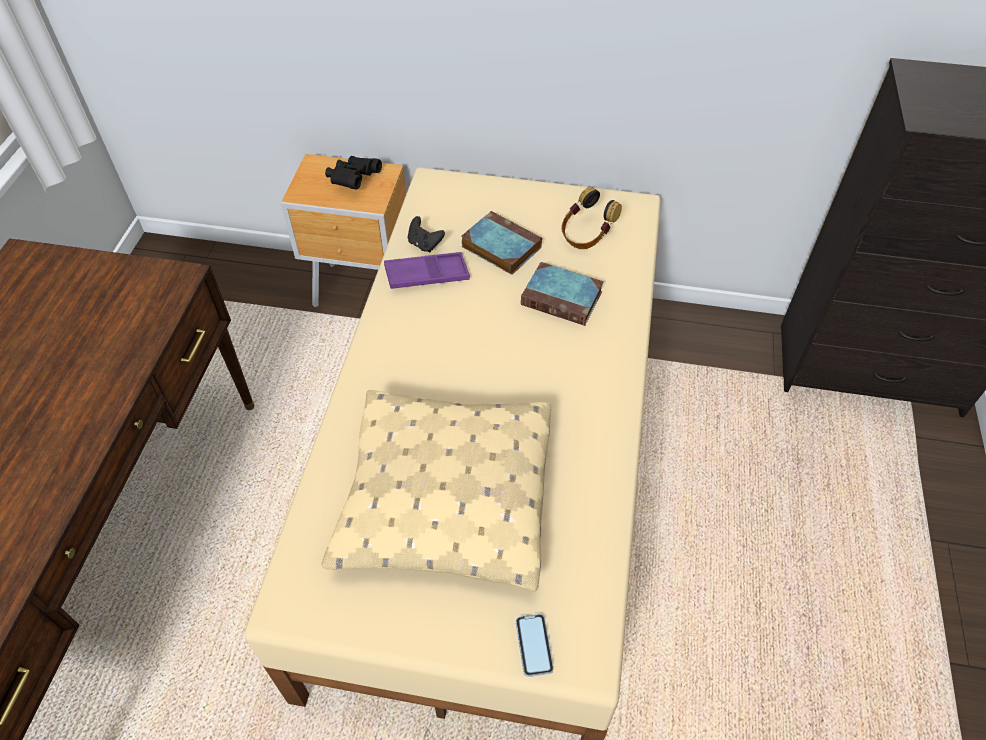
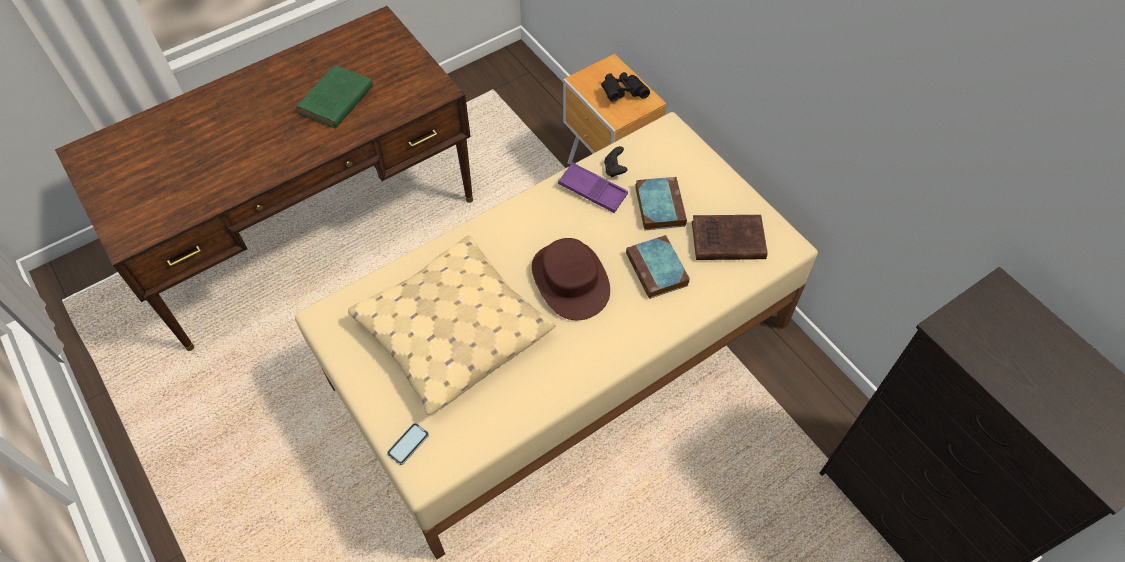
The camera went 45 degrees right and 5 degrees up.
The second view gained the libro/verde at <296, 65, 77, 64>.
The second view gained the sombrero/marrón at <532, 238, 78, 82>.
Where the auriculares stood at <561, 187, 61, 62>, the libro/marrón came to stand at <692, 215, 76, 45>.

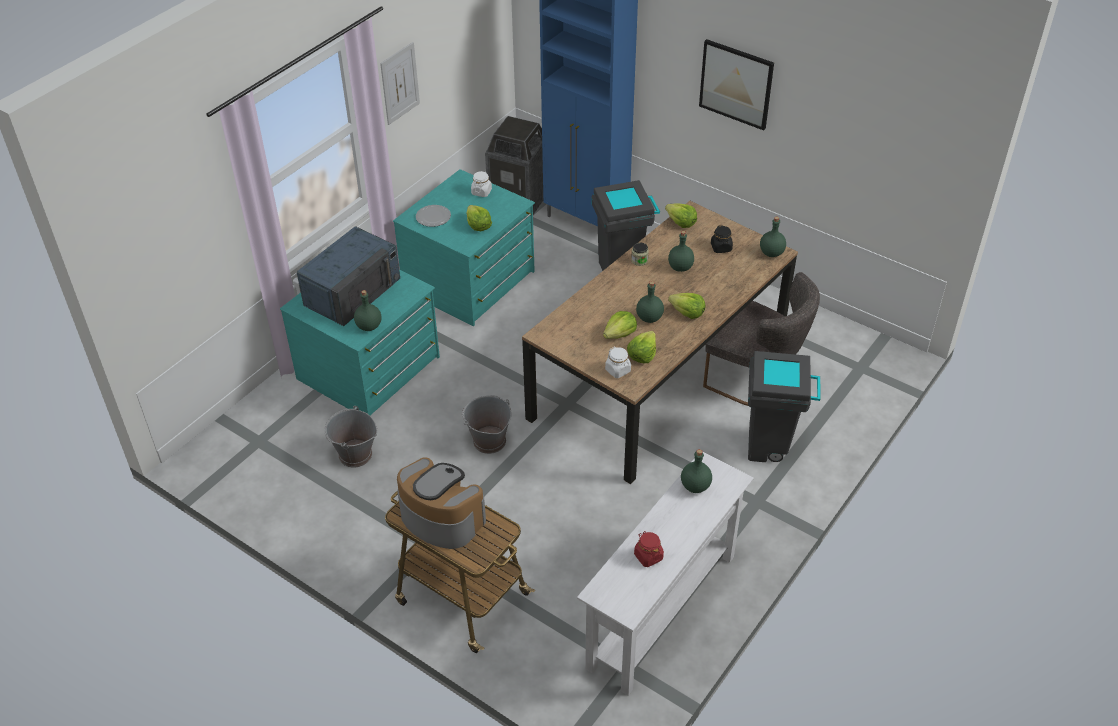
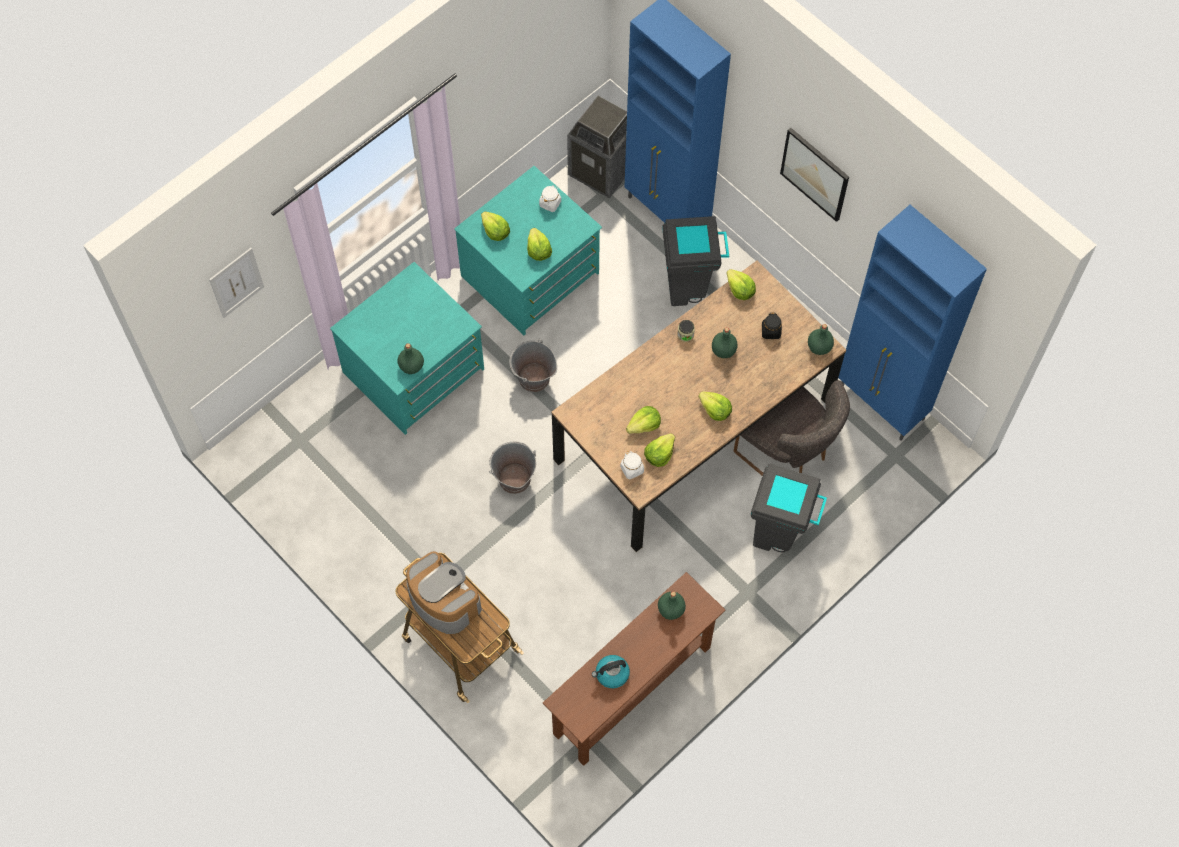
The camera went 10 degrees right and 20 degrees up.
The second view lost the microondas/azul at <297, 226, 103, 100>.
The second view lost the botella/verde at <636, 281, 28, 42>.
The second view gained the armario/azul at <838, 205, 149, 236>.
The cubo/gris ended up elsewhere, having gone from <324, 406, 53, 61> to <509, 339, 48, 53>.
The cuadro ended up elsewhere, having gone from <380, 42, 40, 83> to <209, 248, 55, 70>.
Where the plato stood at <416, 205, 35, 22>, the lechuga came to stand at <481, 212, 29, 29>.
Where the tarro/rojo stood at <634, 531, 30, 36>, the hervidor came to stand at <592, 655, 38, 33>.
What was the mesa consola/blanco at <577, 451, 177, 245> turned into the mesa consola/marrón at <543, 572, 182, 194>.

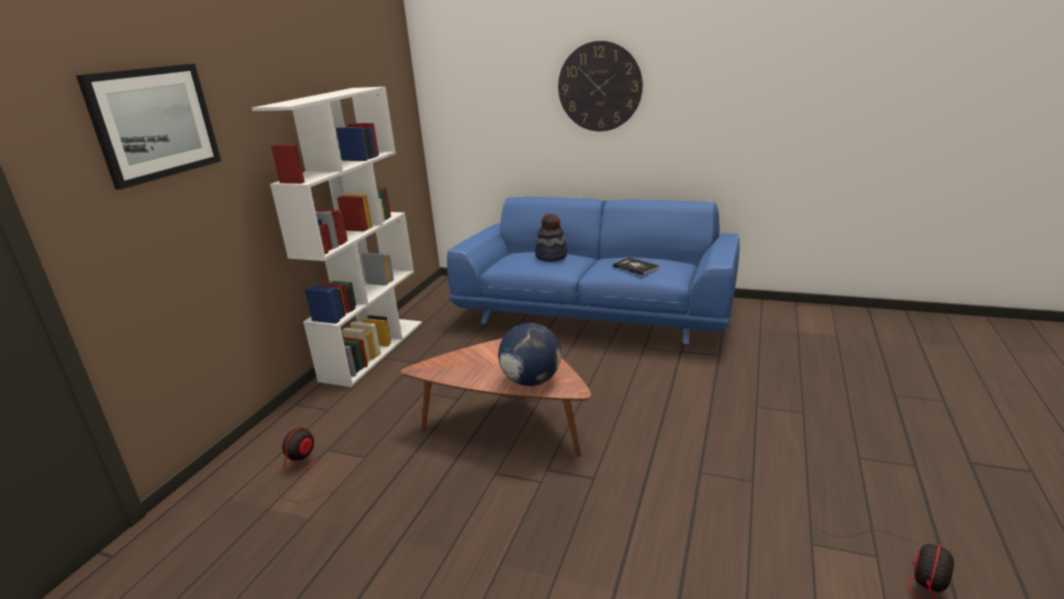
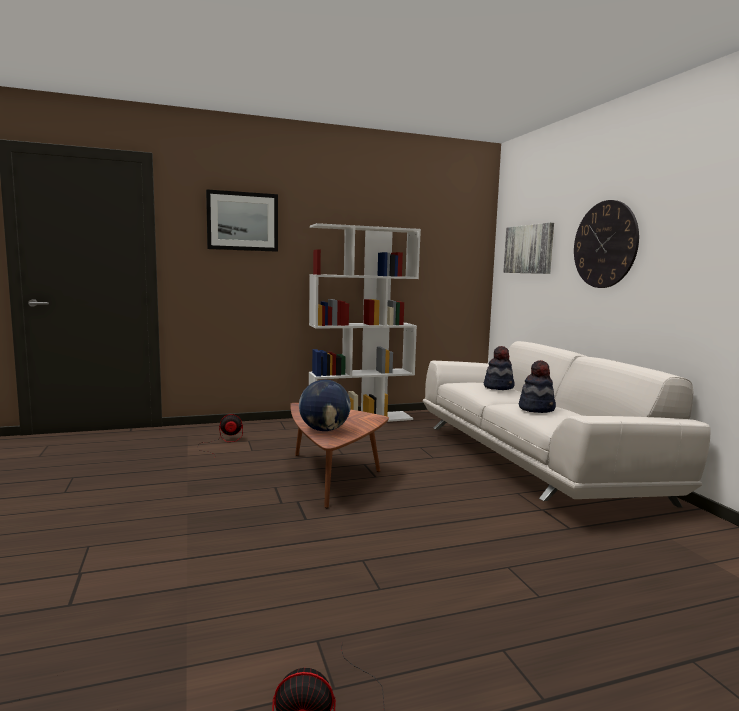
The camera went 50 degrees right and 15 degrees down.
The second view gained the cuadro at <503, 223, 51, 51>.
Where the libro stood at <612, 257, 48, 19>, the sombrero came to stand at <519, 360, 37, 53>.
What was the sofá/azul at <447, 197, 293, 147> turned into the sofá/blanco at <423, 341, 288, 166>.

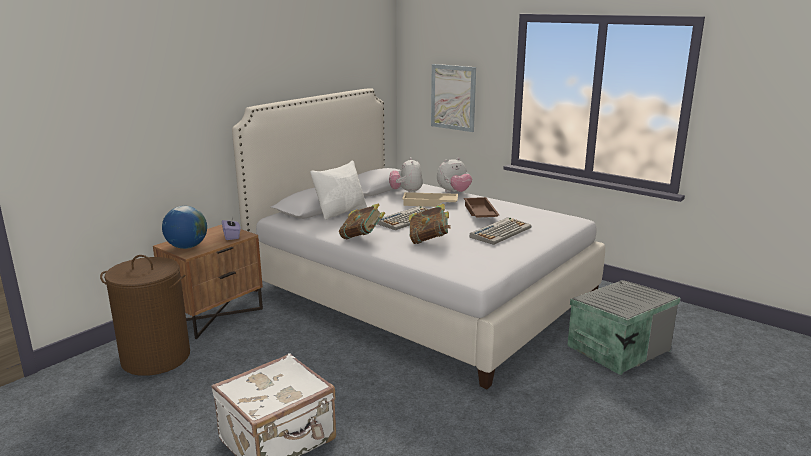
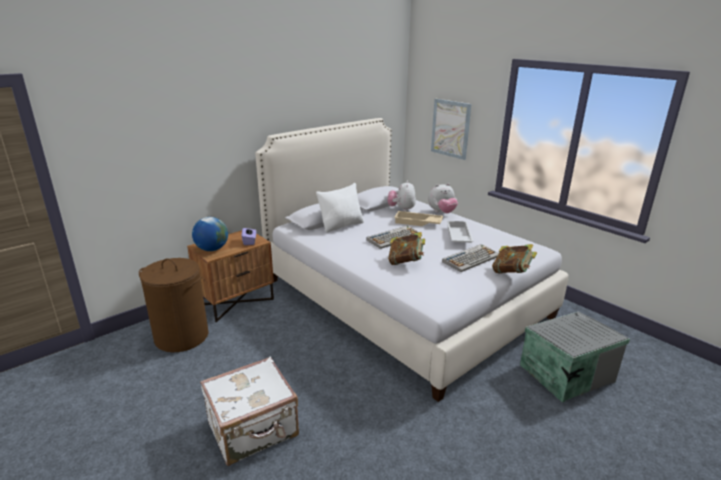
The camera went 10 degrees right and 5 degrees up.
The libro ended up elsewhere, having gone from <339, 203, 46, 36> to <492, 244, 45, 30>.
What was the bandeja/marrón at <464, 197, 35, 21> turned into the bandeja/blanco at <447, 221, 26, 22>.

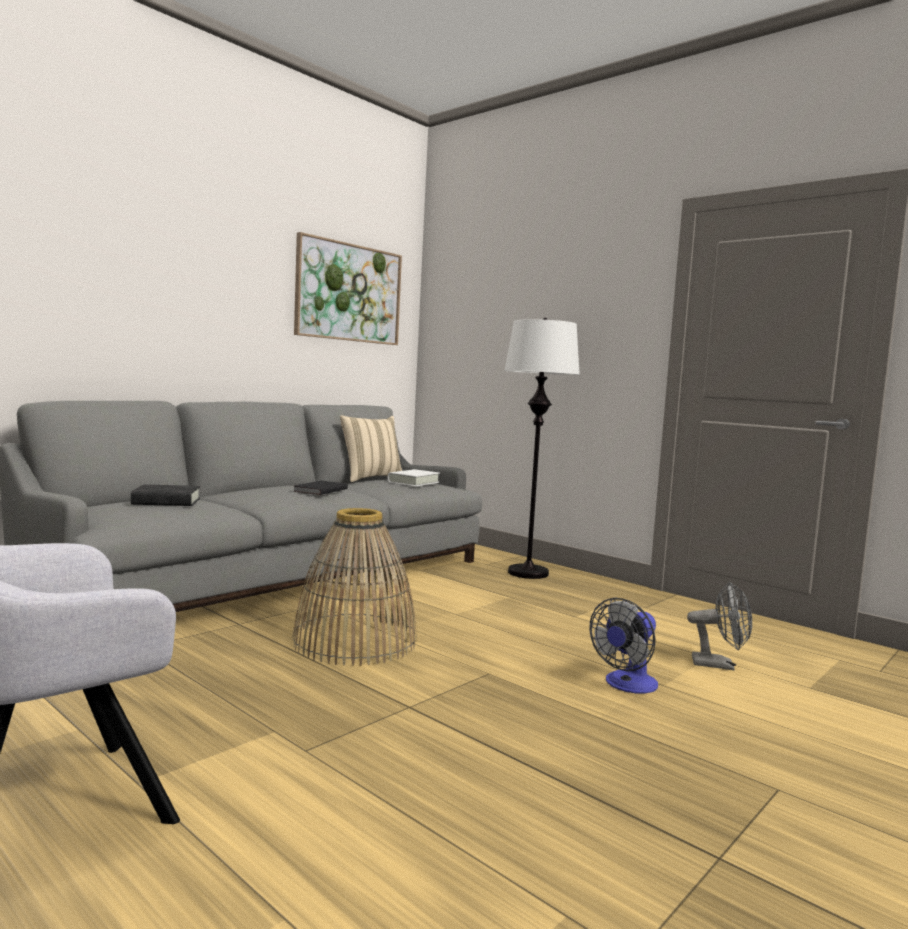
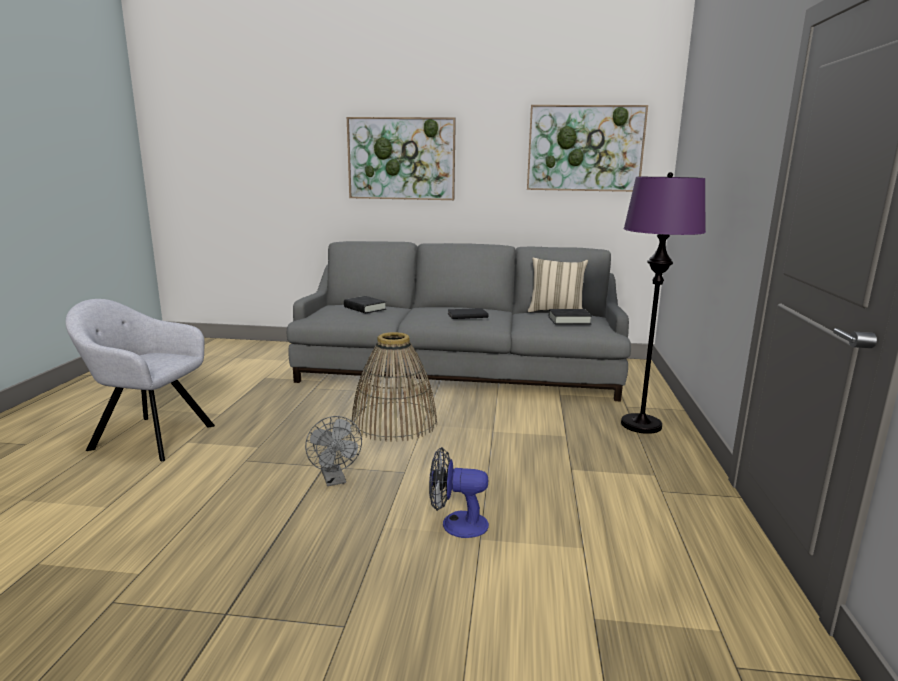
The camera went 55 degrees right and 10 degrees up.
The second view gained the cuadro at <347, 117, 109, 83>.
The ventilador/gris ended up elsewhere, having gone from <687, 582, 65, 88> to <305, 416, 57, 70>.
What was the libro/blanco at <388, 469, 52, 18> turned into the libro/negro at <549, 309, 43, 15>.
What was the lámpara de pie/blanco at <504, 318, 76, 261> turned into the lámpara de pie/morado at <621, 172, 85, 262>.

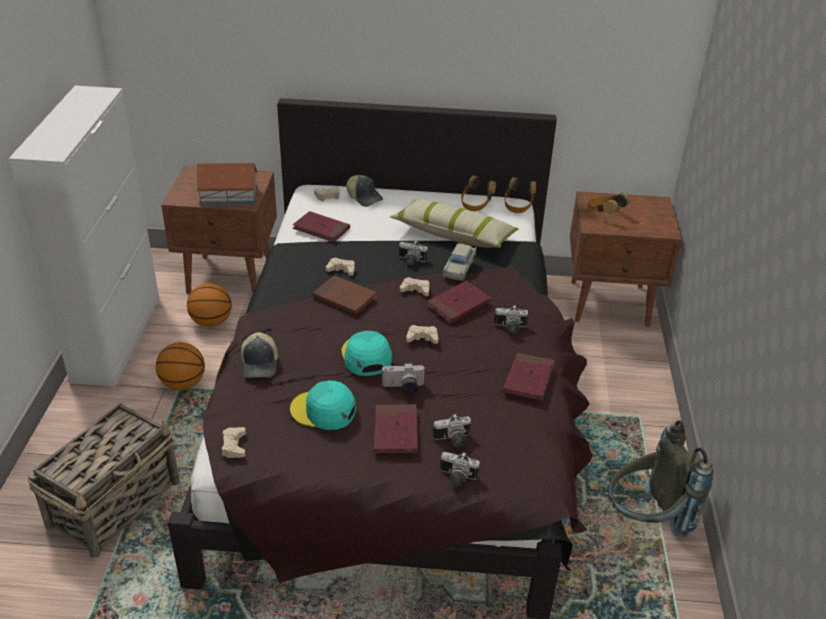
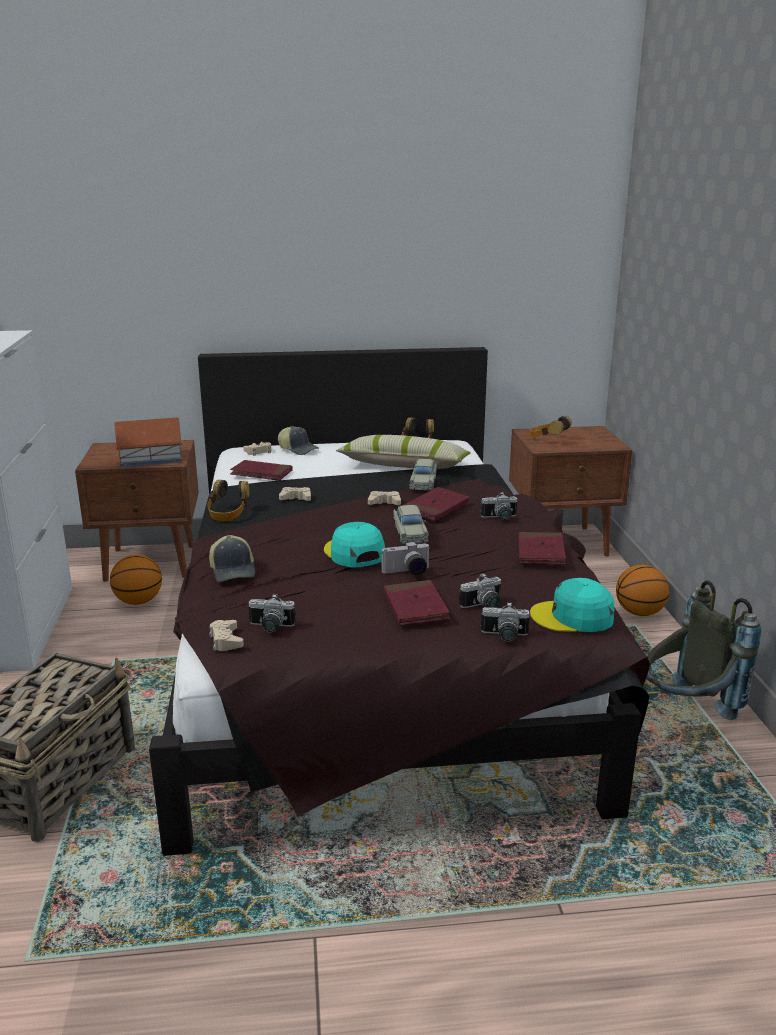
The camera went 10 degrees left and 15 degrees down.
The second view lost the libro/marrón at <313, 275, 64, 39>.
The balón de baloncesto ended up elsewhere, having gone from <156, 342, 49, 48> to <616, 565, 53, 51>.
The gorra/turquesa ended up elsewhere, having gone from <290, 381, 66, 49> to <530, 578, 84, 54>.
The cámara ended up elsewhere, having gone from <399, 240, 29, 25> to <249, 594, 47, 39>.
The auriculares ended up elsewhere, having gone from <504, 177, 32, 36> to <207, 480, 42, 42>.
Where the mando de consola/beis stood at <406, 325, 32, 19>, the coche de juguete/beis came to stand at <393, 505, 36, 39>.

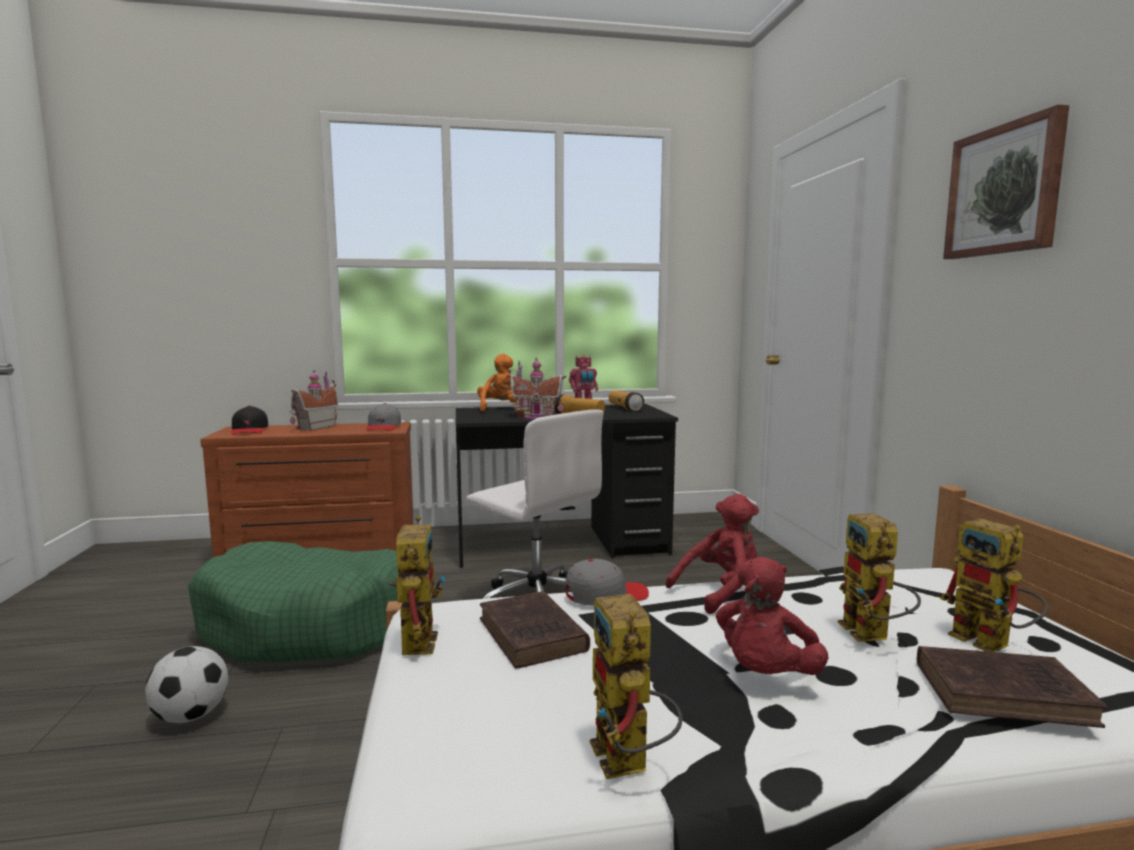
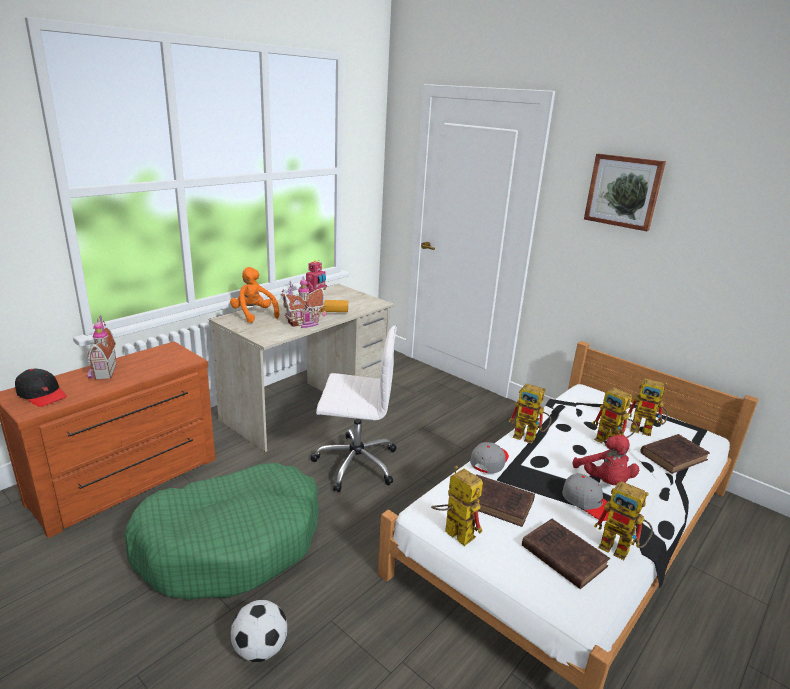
The camera went 40 degrees left and 15 degrees up.
The second view lost the linterna at <609, 391, 35, 21>.
The second view gained the libro/marrón at <522, 519, 88, 70>.
The gorra/gris ended up elsewhere, having gone from <366, 403, 35, 28> to <562, 473, 47, 48>.
Where the peluche/rojo stood at <666, 494, 93, 120>, the robot de juguete came to stand at <509, 384, 42, 60>.
What was the escritorio/negro at <456, 404, 222, 164> turned into the escritorio/beis at <209, 284, 185, 168>.

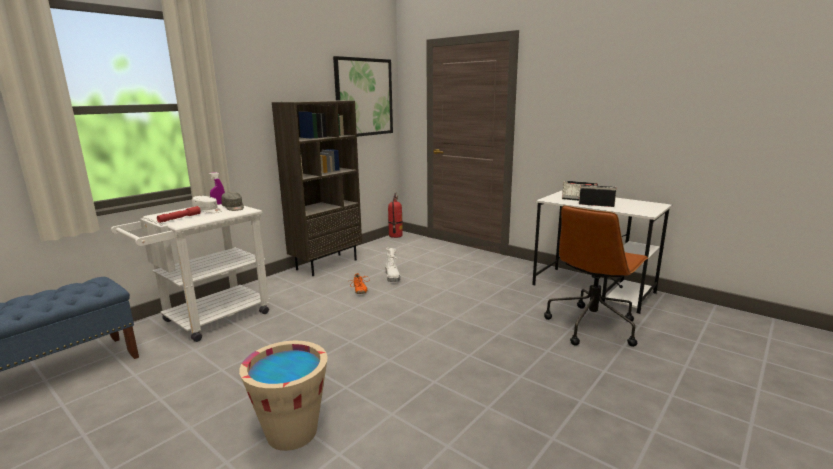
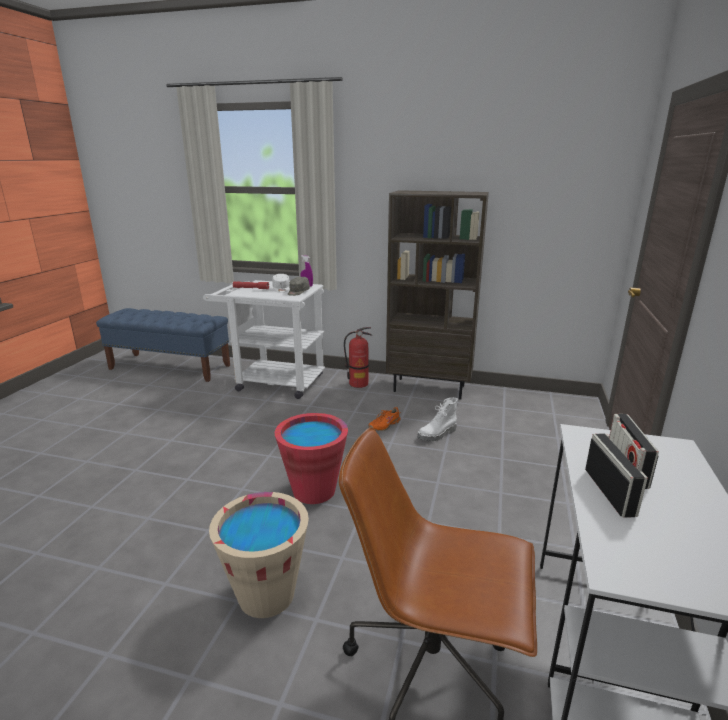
The camera went 65 degrees right and 5 degrees up.
The second view lost the cuadro at <333, 56, 60, 81>.
The second view gained the cubo/rojo at <275, 413, 73, 91>.
The cubo/beis ended up elsewhere, having gone from <239, 341, 89, 110> to <209, 492, 100, 126>.
The extintor ended up elsewhere, having gone from <388, 193, 15, 45> to <344, 327, 28, 61>.

